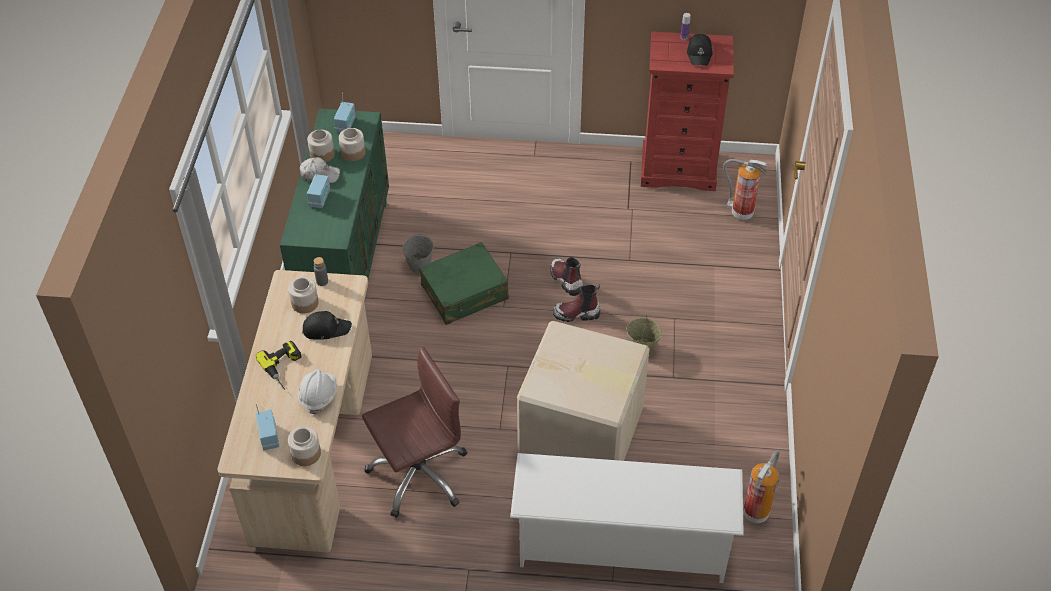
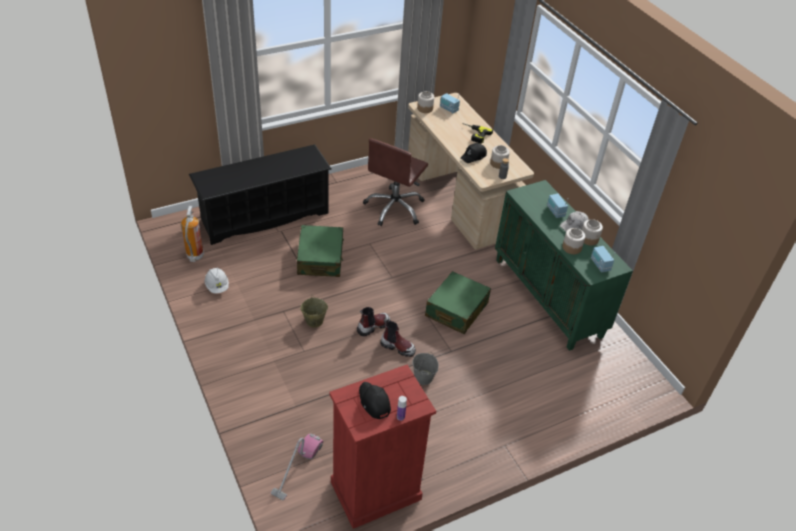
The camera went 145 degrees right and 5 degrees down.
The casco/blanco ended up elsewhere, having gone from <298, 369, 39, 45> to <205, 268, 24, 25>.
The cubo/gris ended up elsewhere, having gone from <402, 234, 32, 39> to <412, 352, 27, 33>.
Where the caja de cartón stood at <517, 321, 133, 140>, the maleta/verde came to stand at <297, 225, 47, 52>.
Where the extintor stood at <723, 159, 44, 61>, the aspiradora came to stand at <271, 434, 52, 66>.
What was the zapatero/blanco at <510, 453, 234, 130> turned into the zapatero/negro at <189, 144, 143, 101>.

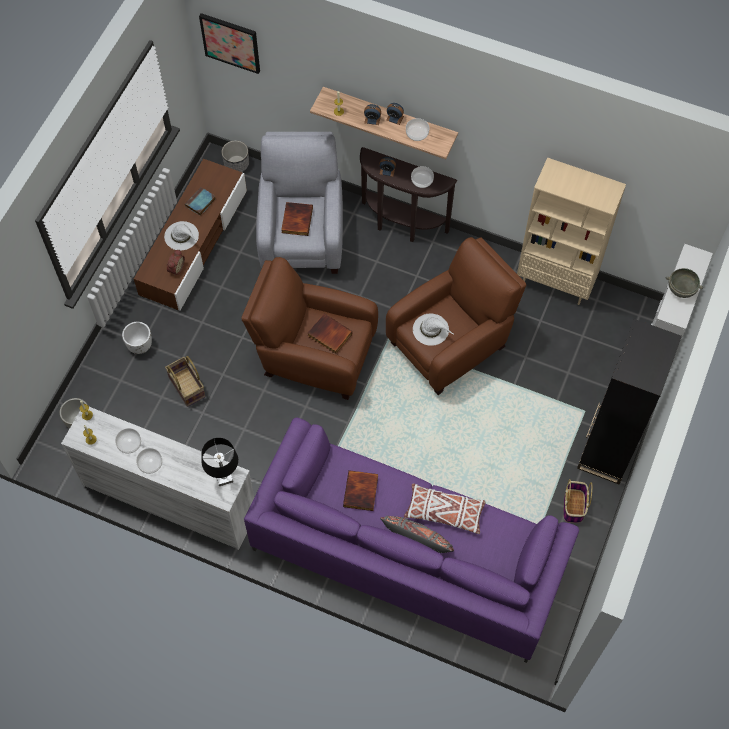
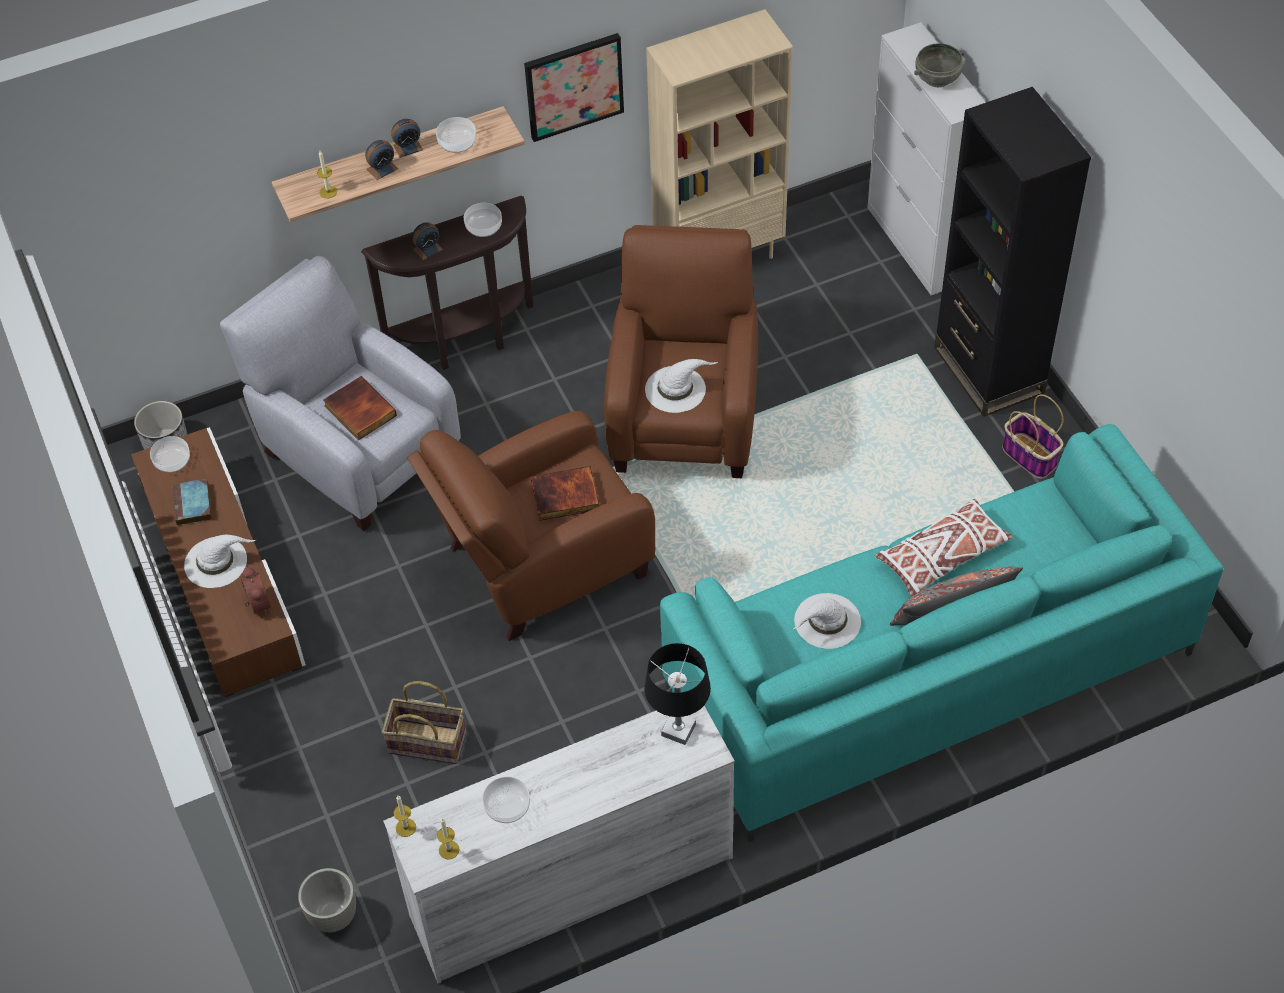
The camera went 45 degrees left and 10 degrees down.
The second view lost the maceta/blanco at <122, 322, 30, 32>.
The cuenco ended up elsewhere, having gone from <136, 448, 26, 26> to <150, 436, 40, 37>.
The cuadro ended up elsewhere, having gone from <199, 13, 61, 61> to <524, 33, 100, 109>.
Where the libro stood at <343, 470, 35, 41>, the sombrero/blanco came to stand at <792, 593, 69, 56>.
What was the sofá/morado at <244, 417, 335, 246> turned into the sofá/turquesa at <660, 424, 564, 418>.

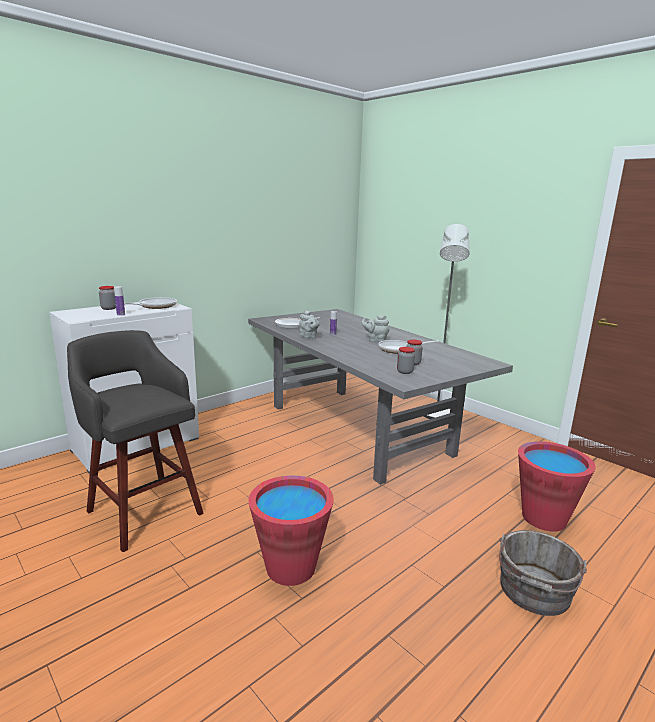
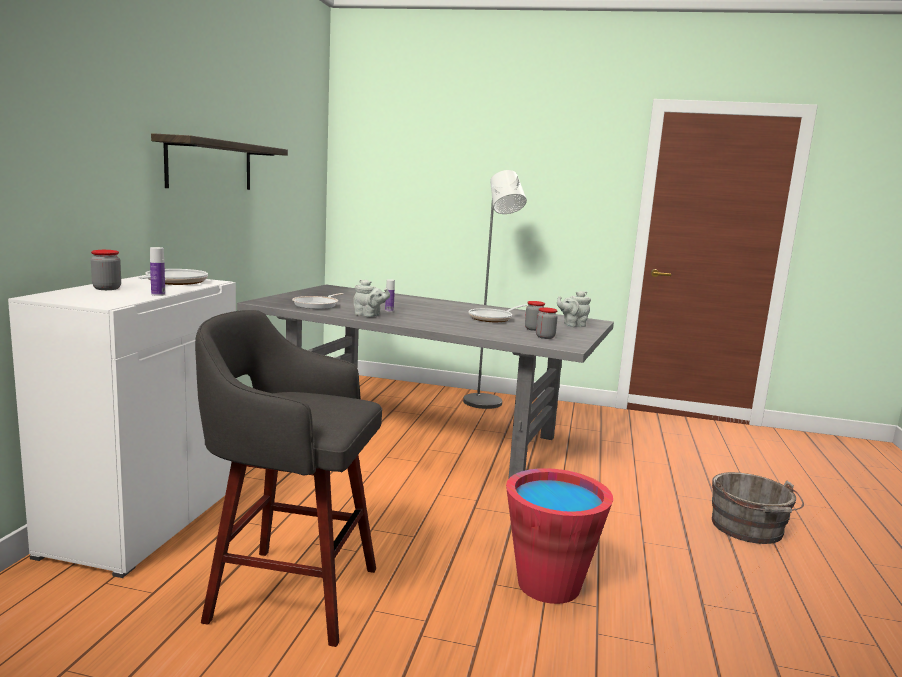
The camera went 35 degrees left and 5 degrees down.
The second view lost the cubo/rojo at <518, 441, 78, 91>.
The second view gained the estante at <151, 133, 137, 57>.
The tetera/gris ended up elsewhere, having gone from <361, 315, 28, 27> to <557, 291, 34, 36>.

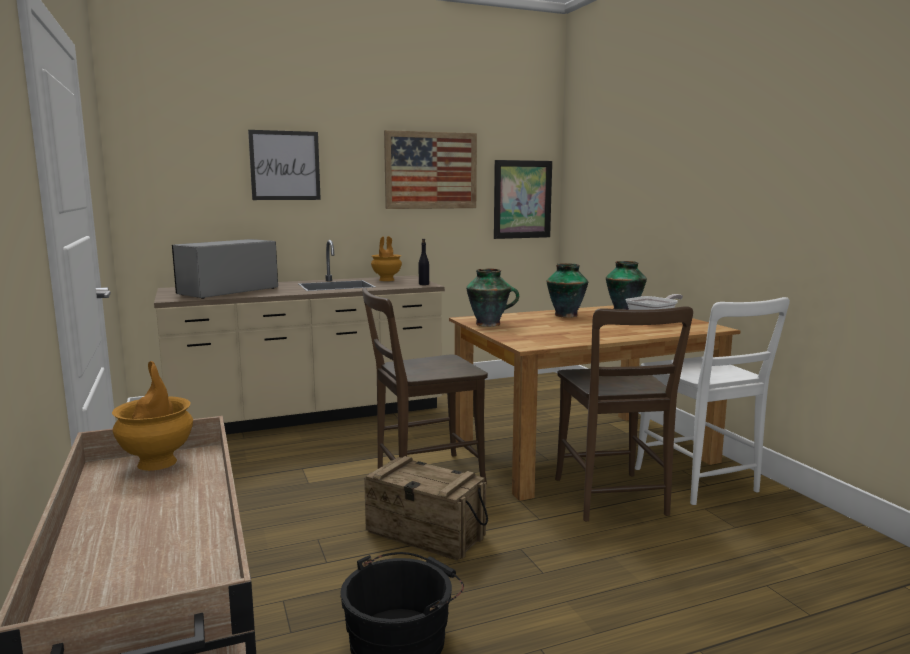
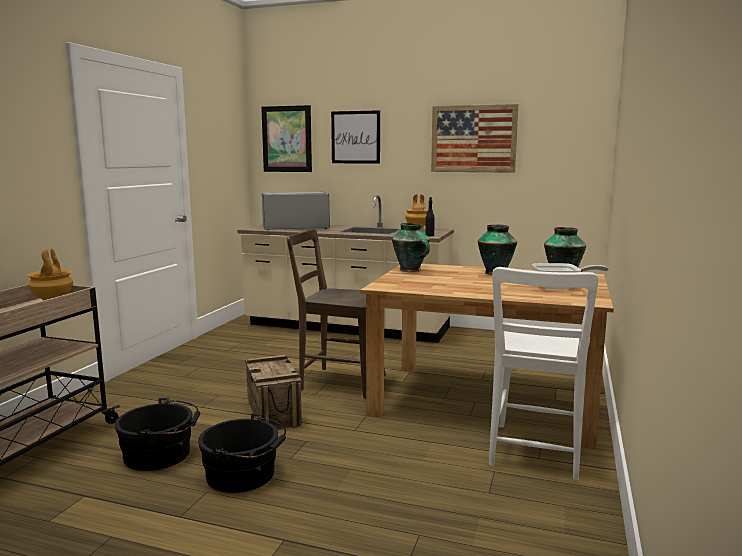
The camera went 40 degrees right and 0 degrees up.
The second view lost the silla/marrón at <555, 306, 138, 215>.
The second view gained the cubo/negro at <198, 413, 88, 80>.
The cuadro ended up elsewhere, having gone from <494, 160, 58, 79> to <261, 105, 51, 67>.

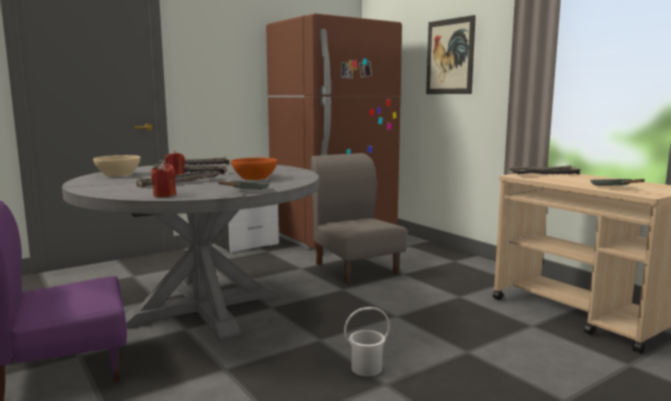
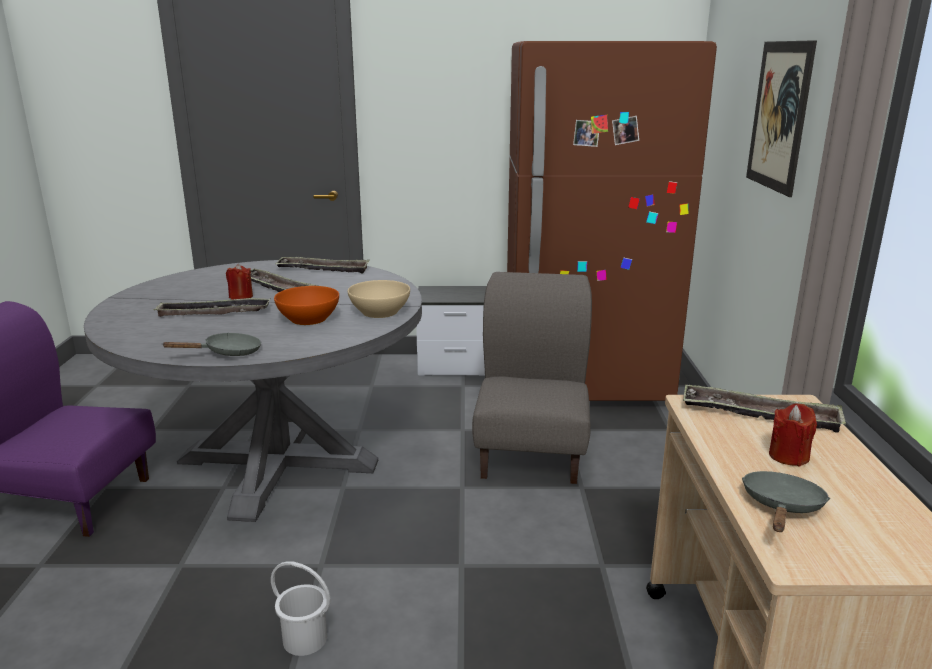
The camera went 35 degrees right and 10 degrees up.
The cuenco/beis ended up elsewhere, having gone from <93, 155, 47, 21> to <348, 280, 62, 38>.
The vela/rojo ended up elsewhere, having gone from <151, 163, 25, 34> to <769, 403, 48, 63>.

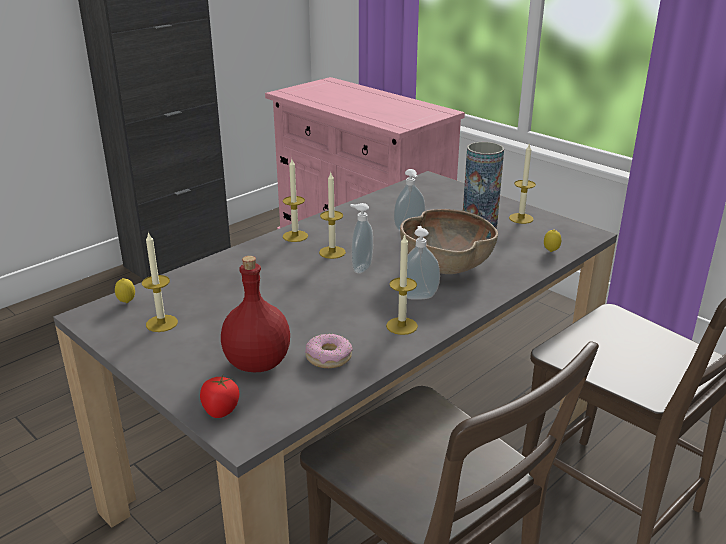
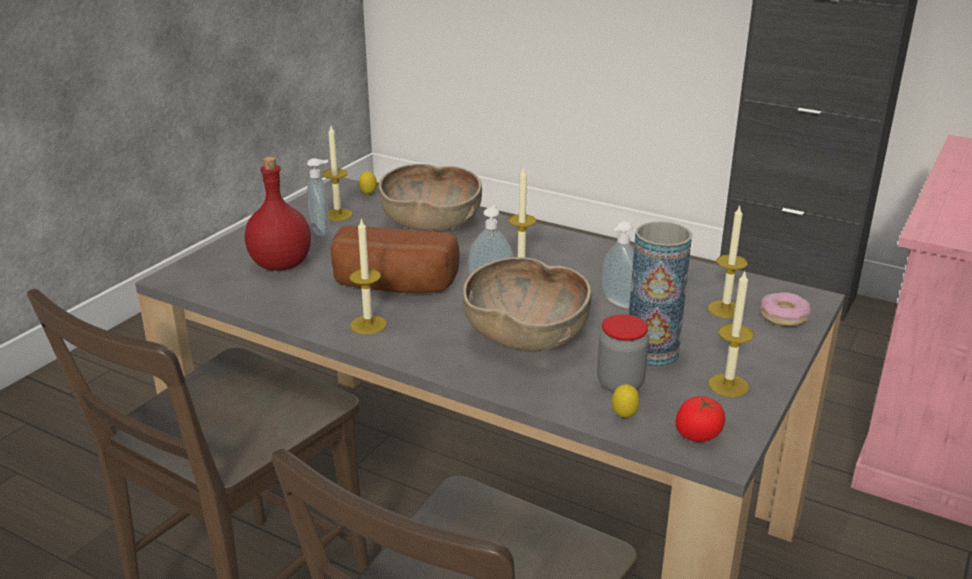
The camera went 75 degrees right and 0 degrees up.
The second view gained the pan at <331, 225, 129, 68>.
The second view gained the cuenco/marrón at <379, 164, 103, 68>.
The second view gained the tarro at <597, 314, 52, 79>.
The tomate ended up elsewhere, having gone from <200, 376, 39, 42> to <676, 396, 49, 46>.
The vela ended up elsewhere, having gone from <283, 159, 25, 83> to <708, 205, 40, 114>.
The rosquilla ended up elsewhere, having gone from <305, 333, 48, 35> to <760, 292, 51, 34>.
The dispensador de jabón ended up elsewhere, having gone from <399, 226, 41, 74> to <307, 158, 22, 78>.

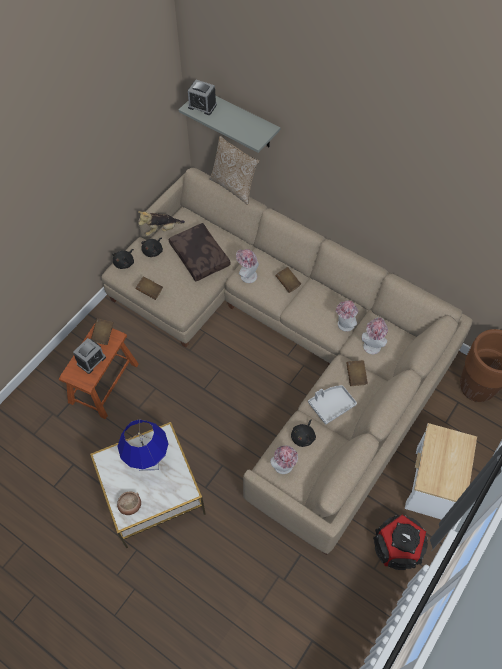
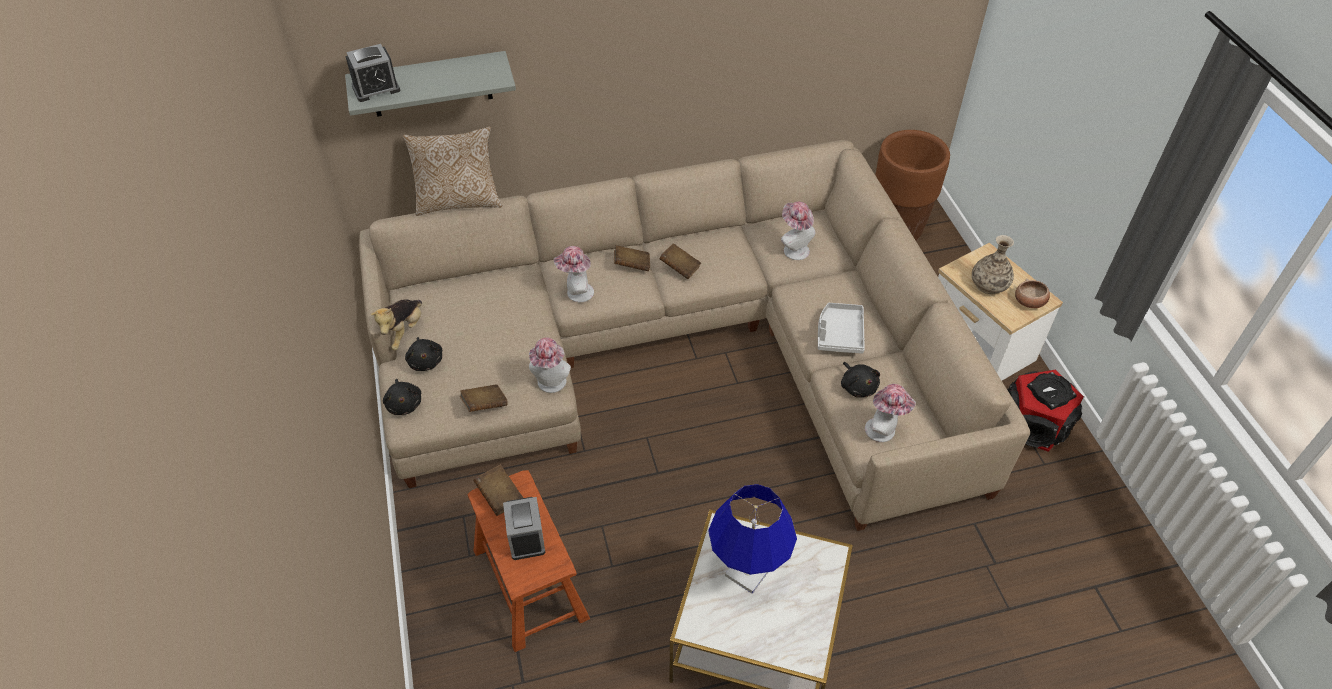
The camera went 50 degrees left and 10 degrees down.
The second view lost the cojín/marrón at <169, 223, 62, 59>.
The second view gained the florero at <972, 235, 42, 59>.
The cuenco ended up elsewhere, having gone from <117, 491, 24, 24> to <1015, 279, 35, 29>.
The sombrero ended up elsewhere, having gone from <336, 300, 22, 32> to <529, 338, 42, 55>.
The libro/marrón ended up elsewhere, having gone from <346, 360, 22, 26> to <659, 243, 42, 36>.

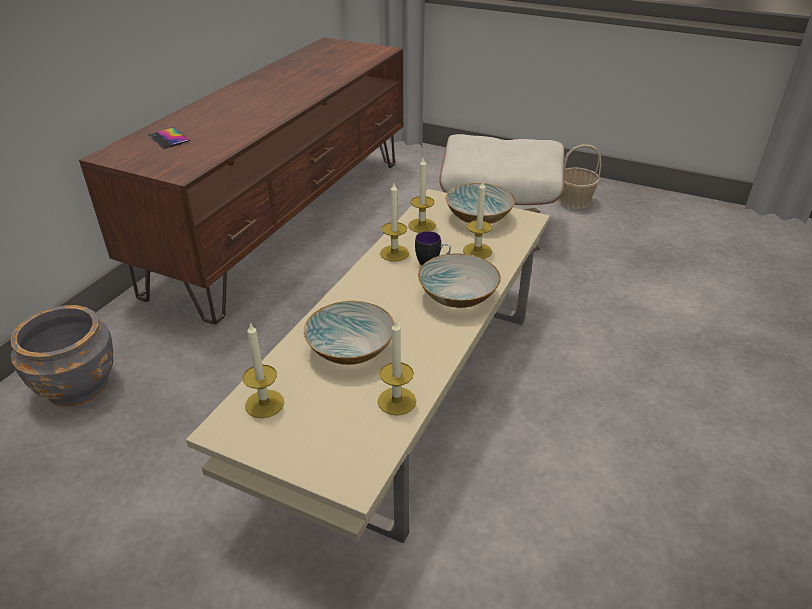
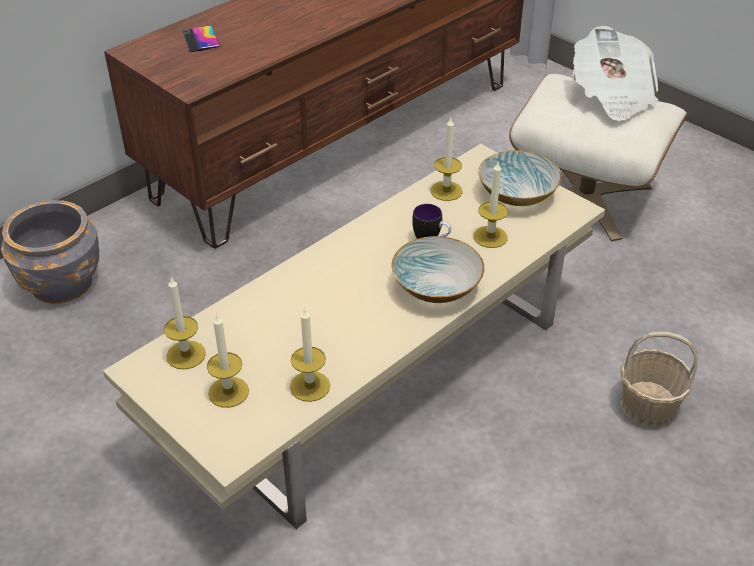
The camera went 20 degrees right and 5 degrees up.
The second view lost the cuenco at <304, 301, 91, 64>.
The second view gained the periódico at <573, 26, 85, 95>.
The vela ended up elsewhere, having gone from <380, 183, 29, 79> to <207, 313, 42, 95>.
The cesta ended up elsewhere, having gone from <558, 144, 43, 65> to <620, 332, 78, 95>.

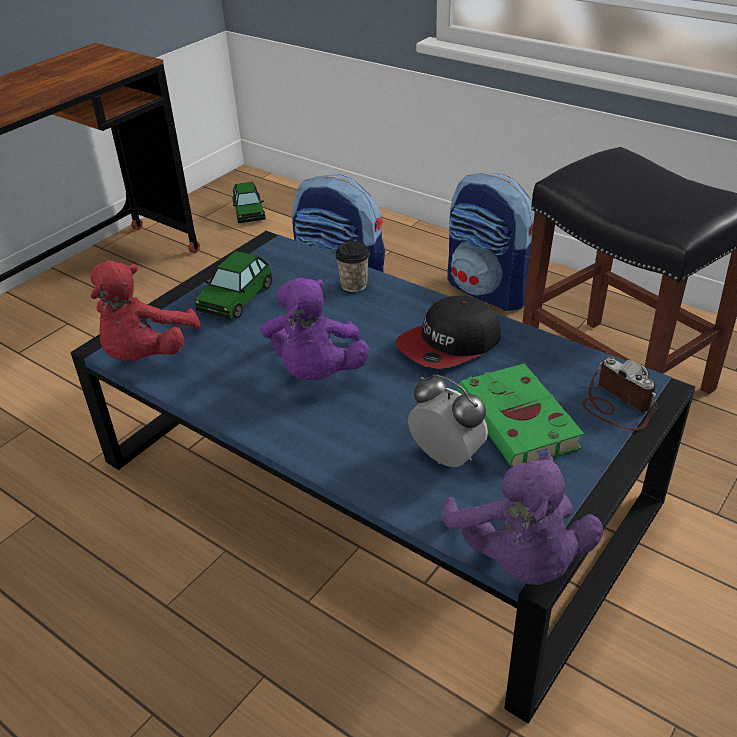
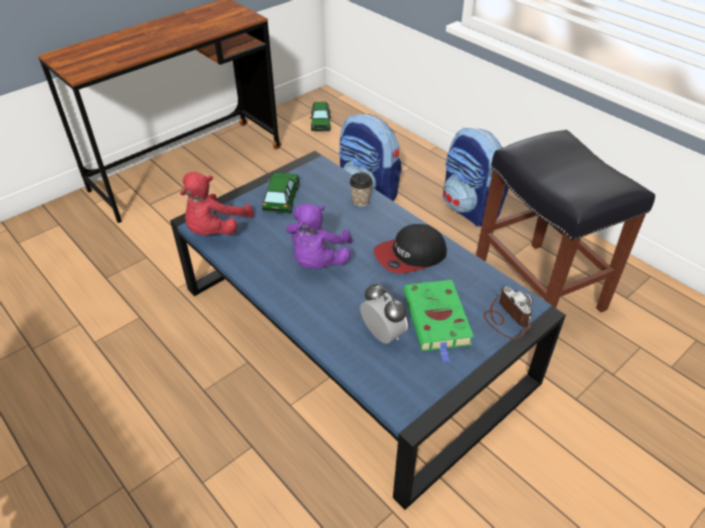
The camera went 10 degrees right and 5 degrees up.
The second view lost the peluche/morado at <441, 454, 162, 131>.
The coche de juguete at <195, 251, 77, 69> ended up facing another way, 150 degrees clockwise from before.

